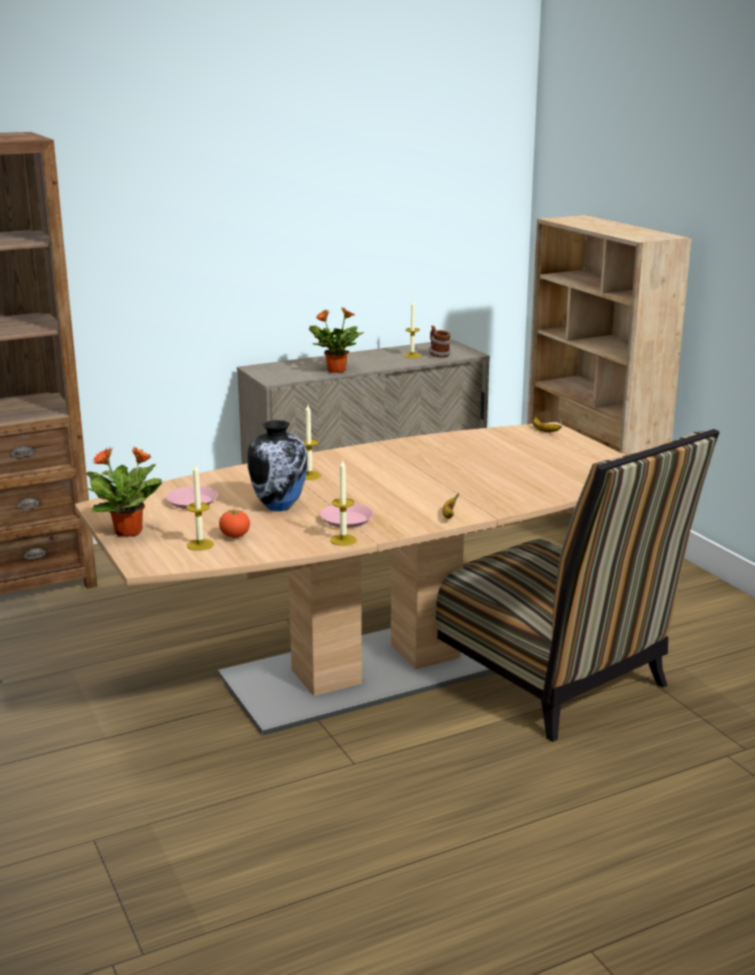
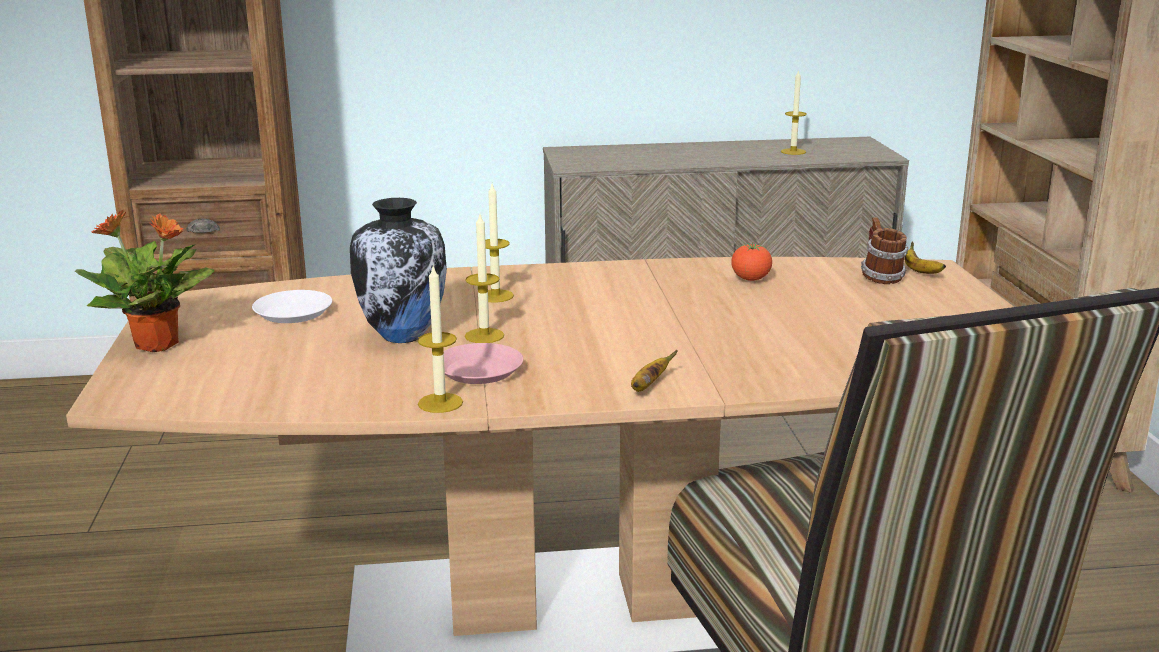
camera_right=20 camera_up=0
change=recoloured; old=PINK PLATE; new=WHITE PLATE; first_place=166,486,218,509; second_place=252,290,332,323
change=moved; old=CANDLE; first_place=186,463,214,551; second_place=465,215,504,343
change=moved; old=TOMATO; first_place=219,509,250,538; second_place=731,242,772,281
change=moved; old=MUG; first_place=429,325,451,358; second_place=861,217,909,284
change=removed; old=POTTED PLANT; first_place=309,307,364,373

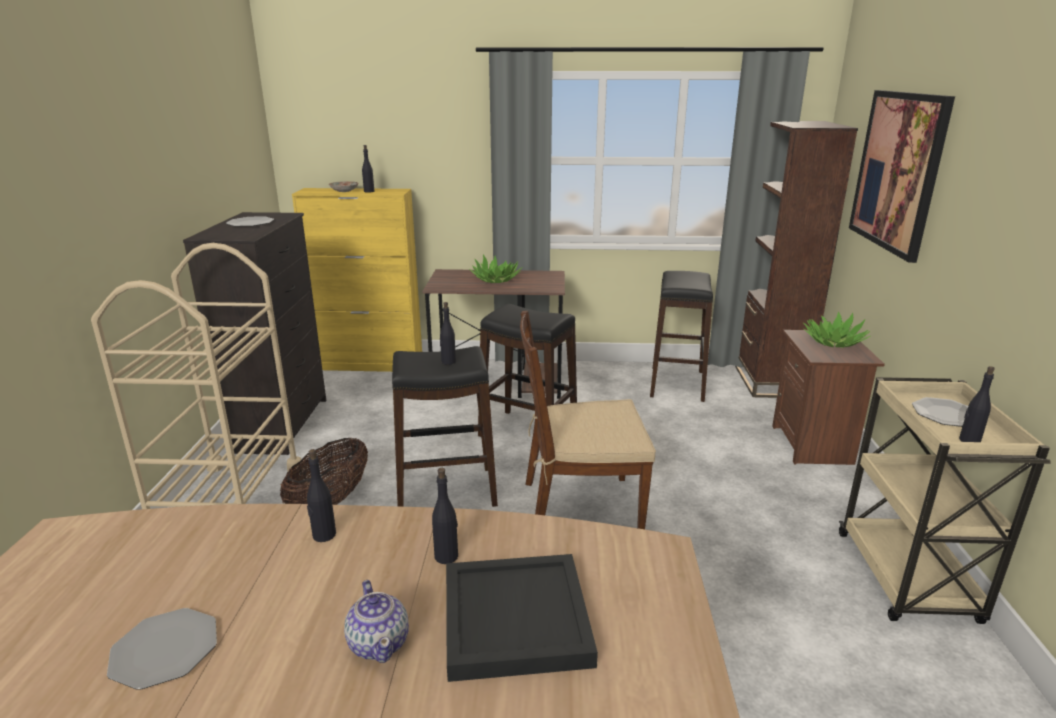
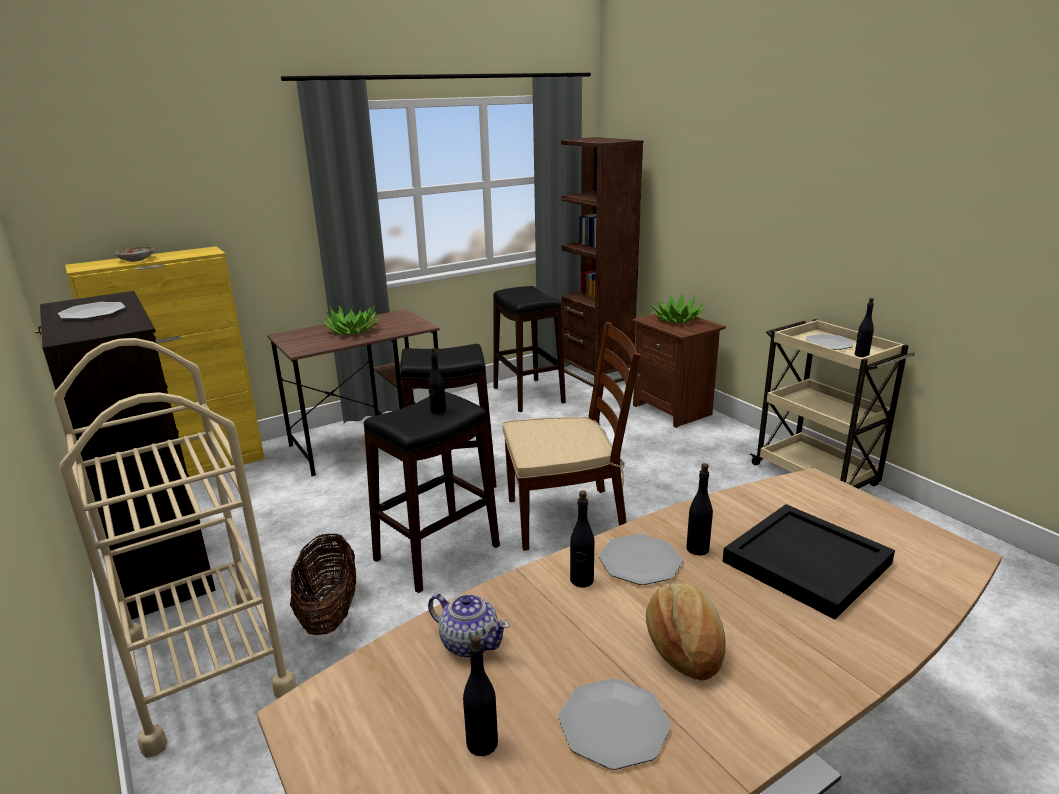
camera_right=-35 camera_up=0
change=moved; old=TEAPOT; first_place=344,580,409,663; second_place=428,594,510,657
change=moved; old=BLACK BOTTLE; first_place=362,145,374,193; second_place=463,634,498,756
change=turned; old=BROWN CHAIR; first_place=520,311,656,529; second_place=502,322,640,551; degrees=-150
change=added; new=PLATE; second_place=599,534,683,585
change=added; new=BREAD; second_place=646,583,726,681
change=removed; old=PICTURE; first_place=849,90,955,263

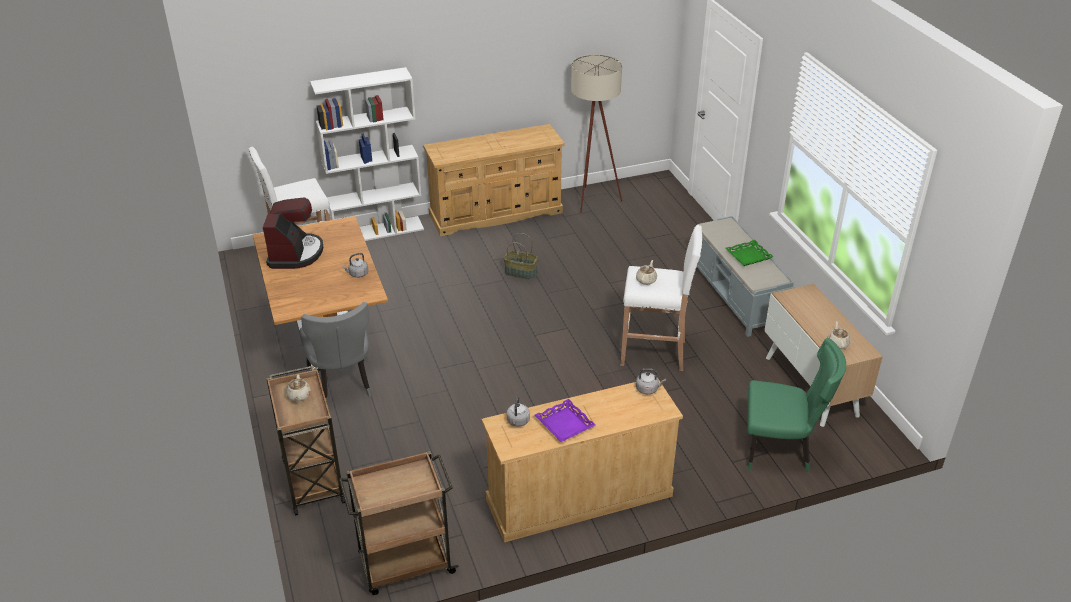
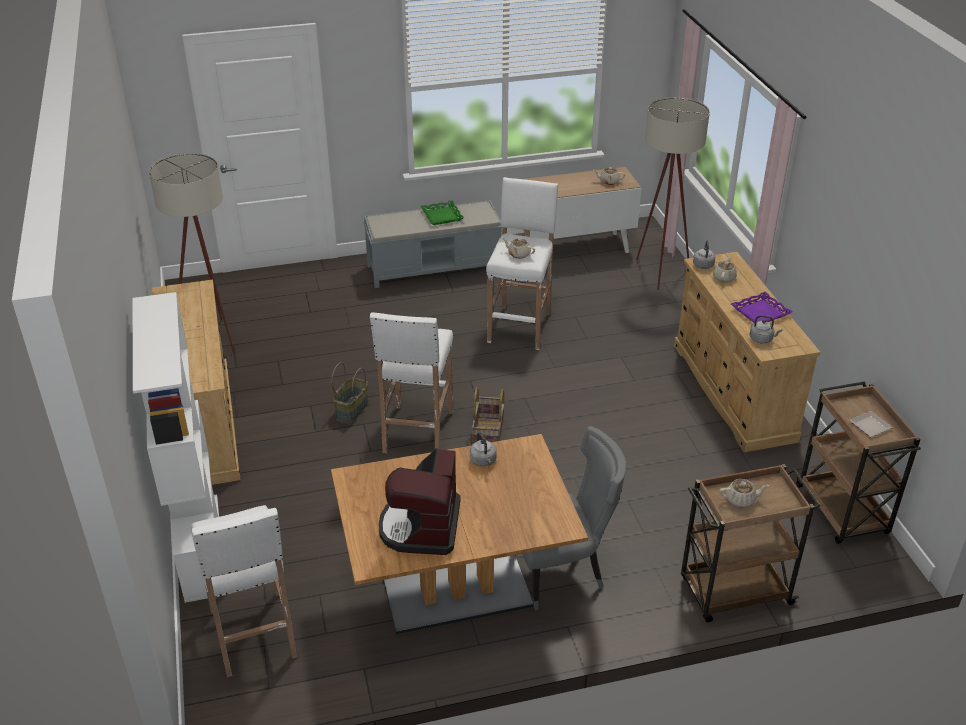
camera_right=-85 camera_up=0
change=added; new=WHITE STOOL; second_place=370,312,453,453
change=turned; old=COFFEE MACHINE; first_place=263,197,323,269; second_place=379,448,461,555; degrees=-90
change=added; new=BASKET; second_place=472,387,505,444
change=replaced; old=GREEN CHAIR; new=BEIGE FLOOR LAMP; first_place=747,338,846,471; second_place=636,97,710,290
change=added; new=BEIGE TEAPOT; second_place=713,256,737,283
change=added; new=PLATE; second_place=849,411,893,437

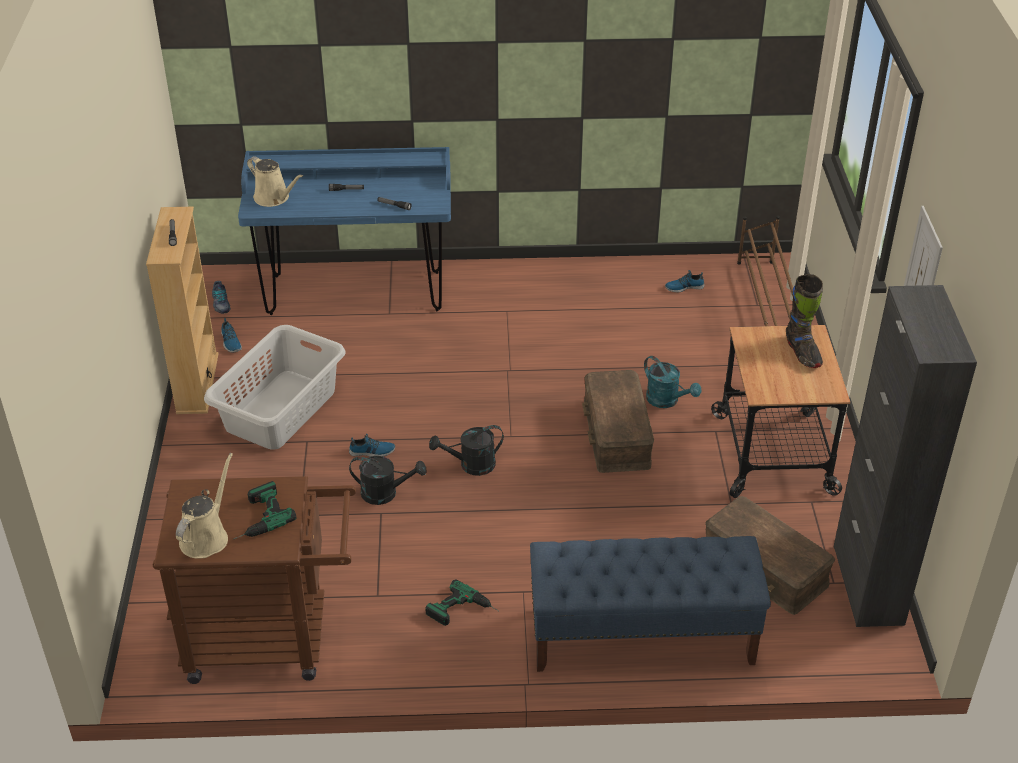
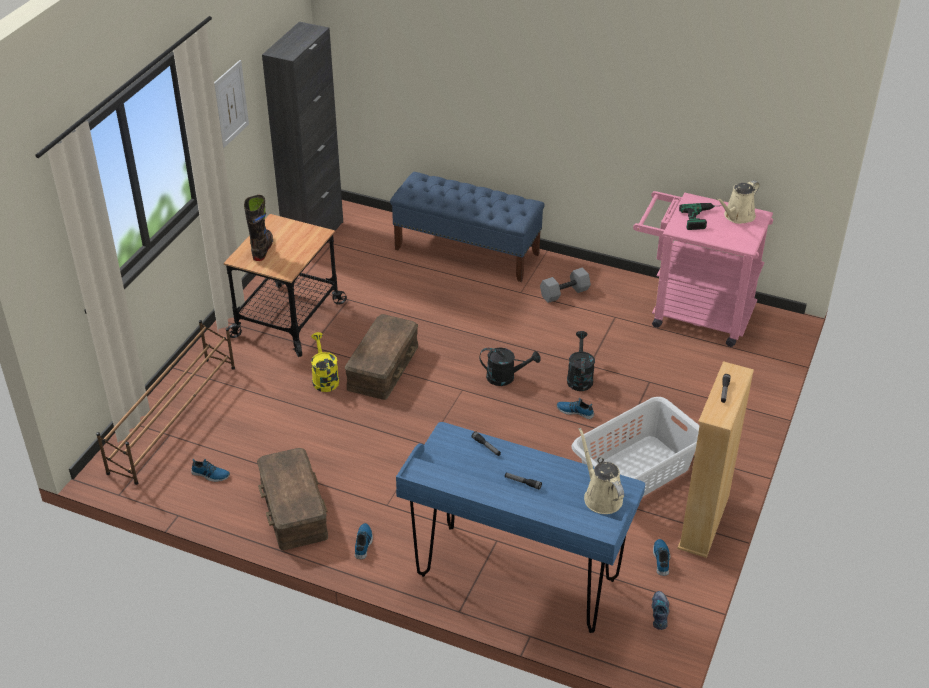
camera_right=-155 camera_up=0
change=moved; old=BROWN STORAGE BOX; first_place=705,496,835,615; second_place=257,448,328,550
change=recoloured; old=TURQUOISE WATERING CAN; new=YELLOW WATERING CAN; first_place=644,356,701,408; second_place=311,332,339,392
change=added; new=SHOE; second_place=355,523,373,559
change=replaced; old=POWER DRILL; new=GREY DUMBBELL; first_place=425,579,499,626; second_place=540,267,591,303
change=turned; old=BLACK WATERING CAN; first_place=349,456,426,505; second_place=567,331,595,391; degrees=60
change=recoloured; old=BROWN CART; new=PINK CART; first_place=153,476,356,684; second_place=633,191,773,347

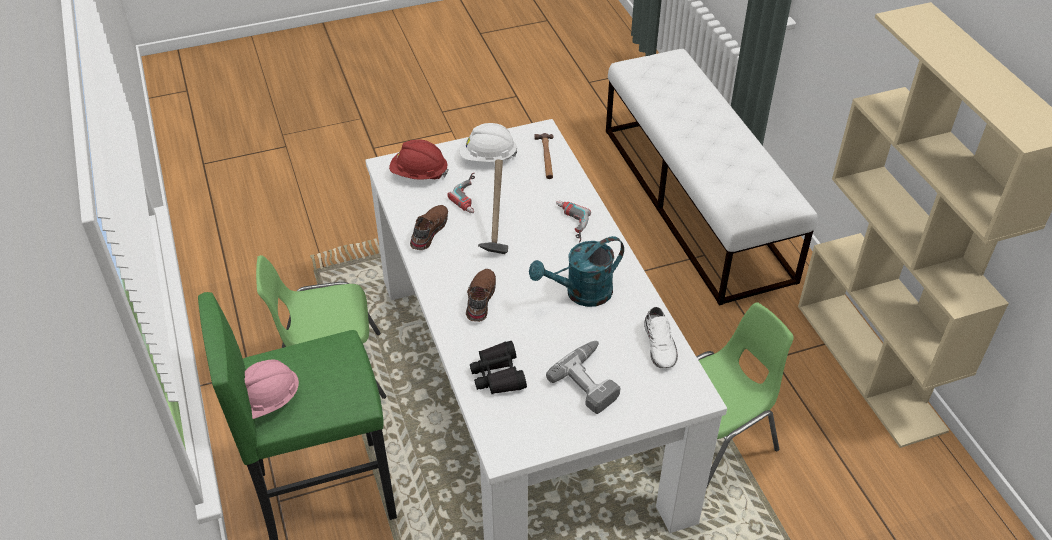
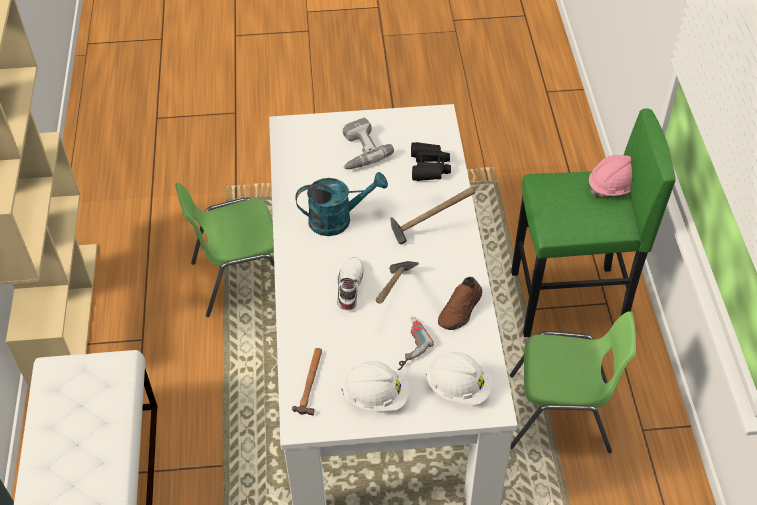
camera_right=-165 camera_up=5
change=moved; old=WHITE SHOE; first_place=644,307,678,368; second_place=337,257,363,311
change=replaced; old=BROWN SHOE; new=HAMMER; first_place=466,269,496,322; second_place=390,186,476,245
change=recoloured; old=RED HARD HAT; new=WHITE HARD HAT; first_place=389,139,449,180; second_place=426,352,492,405
change=removed; old=POWER DRILL; first_place=556,201,591,243

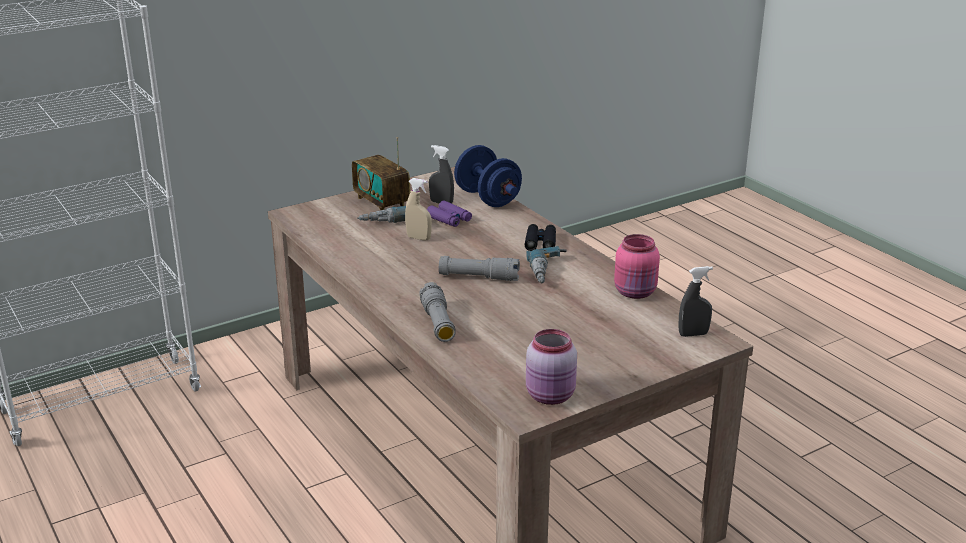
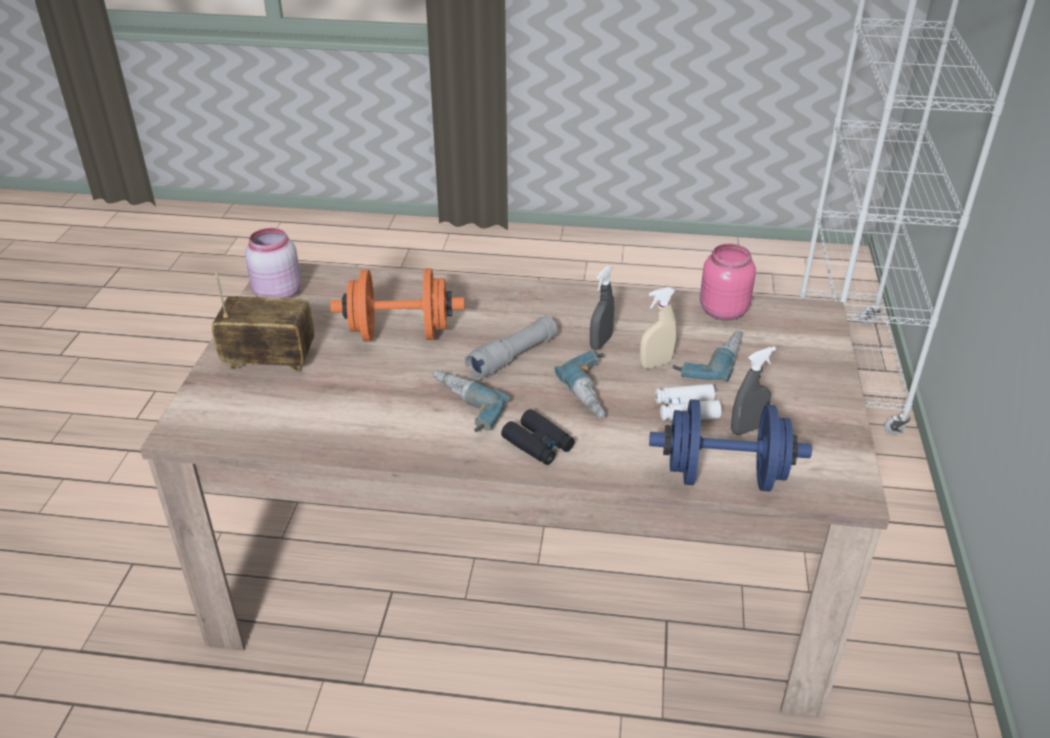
camera_right=130 camera_up=10
change=moved; old=RADIO; first_place=352,137,410,210; second_place=212,272,314,372
change=added; new=ORANGE DUMBBELL; second_place=330,268,464,342
change=added; new=POWER DRILL; second_place=555,351,606,418
change=moved; old=GREY SPRAY BOTTLE; first_place=678,266,713,337; second_place=590,266,614,350
change=recoloured; old=PURPLE BINOCULARS; new=WHITE BINOCULARS; first_place=427,201,472,227; second_place=655,384,721,421
change=moved; old=PINK JAR; first_place=614,234,660,299; second_place=700,244,756,320
change=removed; old=GREY FLASHLIGHT; first_place=419,282,456,342

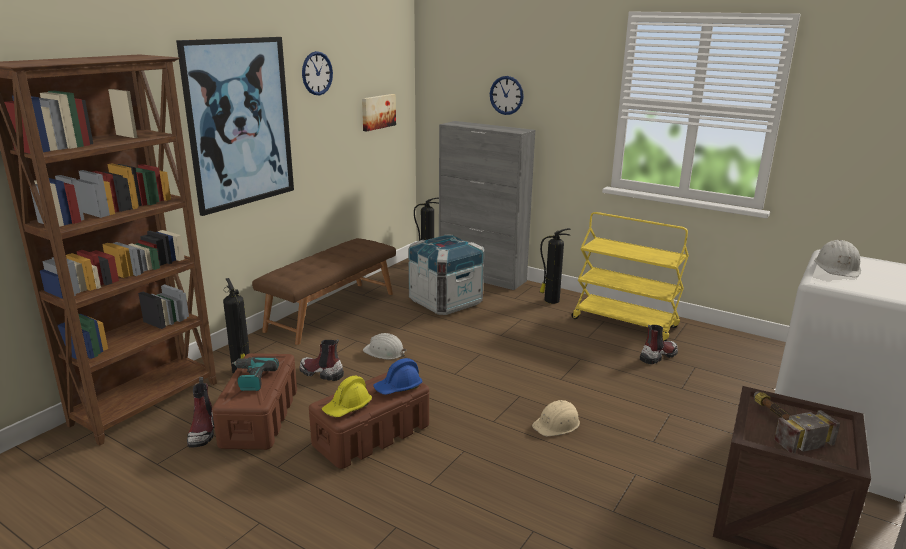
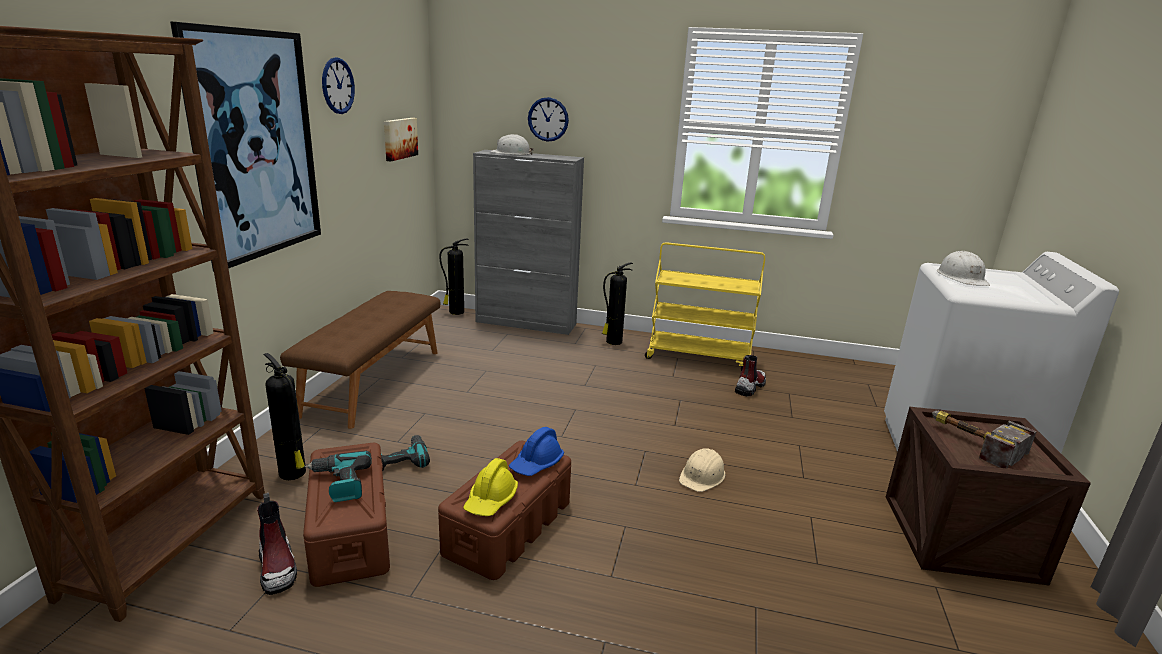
camera_right=-20 camera_up=0
change=replaced; old=BOOT; new=POWER DRILL; first_place=299,339,344,381; second_place=381,435,430,472
change=moved; old=WHITE HARD HAT; first_place=363,333,407,360; second_place=491,134,534,155
change=removed; old=CRATE; first_place=408,234,484,315

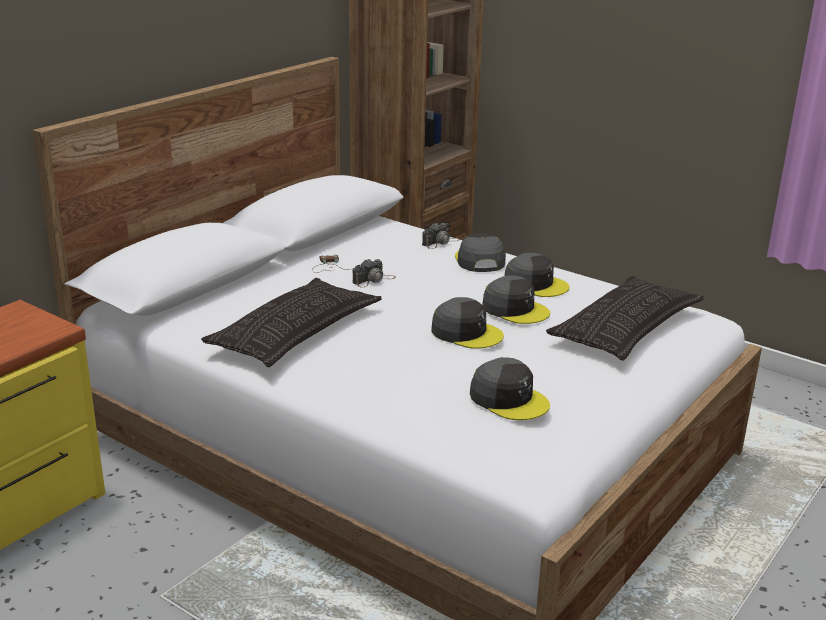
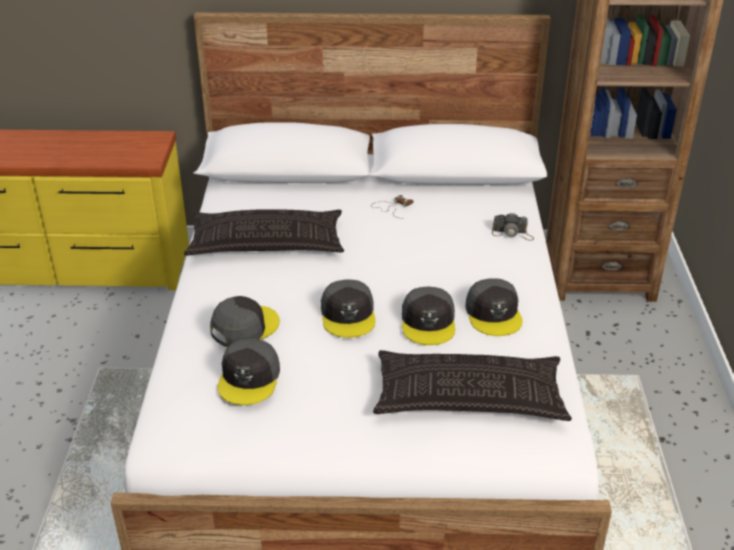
camera_right=55 camera_up=10
change=moved; old=GREY CAP; first_place=455,233,506,272; second_place=210,296,280,347
change=removed; old=PHOTO CAMERA; first_place=352,259,396,287

